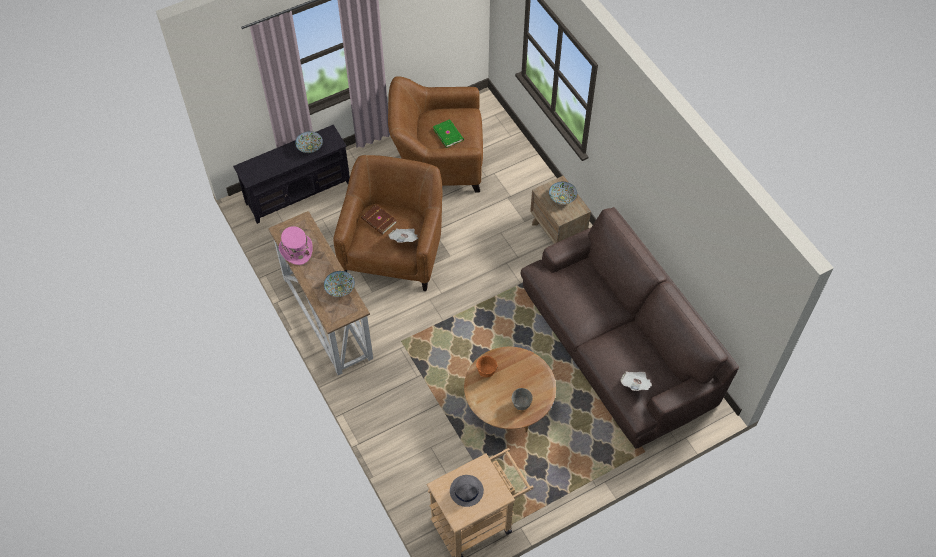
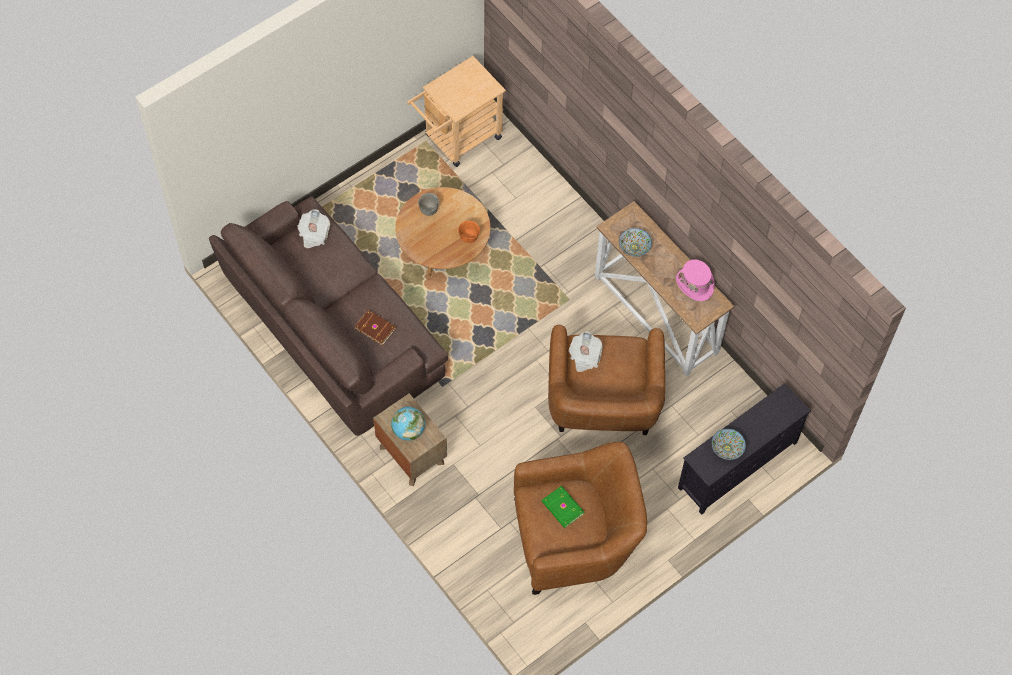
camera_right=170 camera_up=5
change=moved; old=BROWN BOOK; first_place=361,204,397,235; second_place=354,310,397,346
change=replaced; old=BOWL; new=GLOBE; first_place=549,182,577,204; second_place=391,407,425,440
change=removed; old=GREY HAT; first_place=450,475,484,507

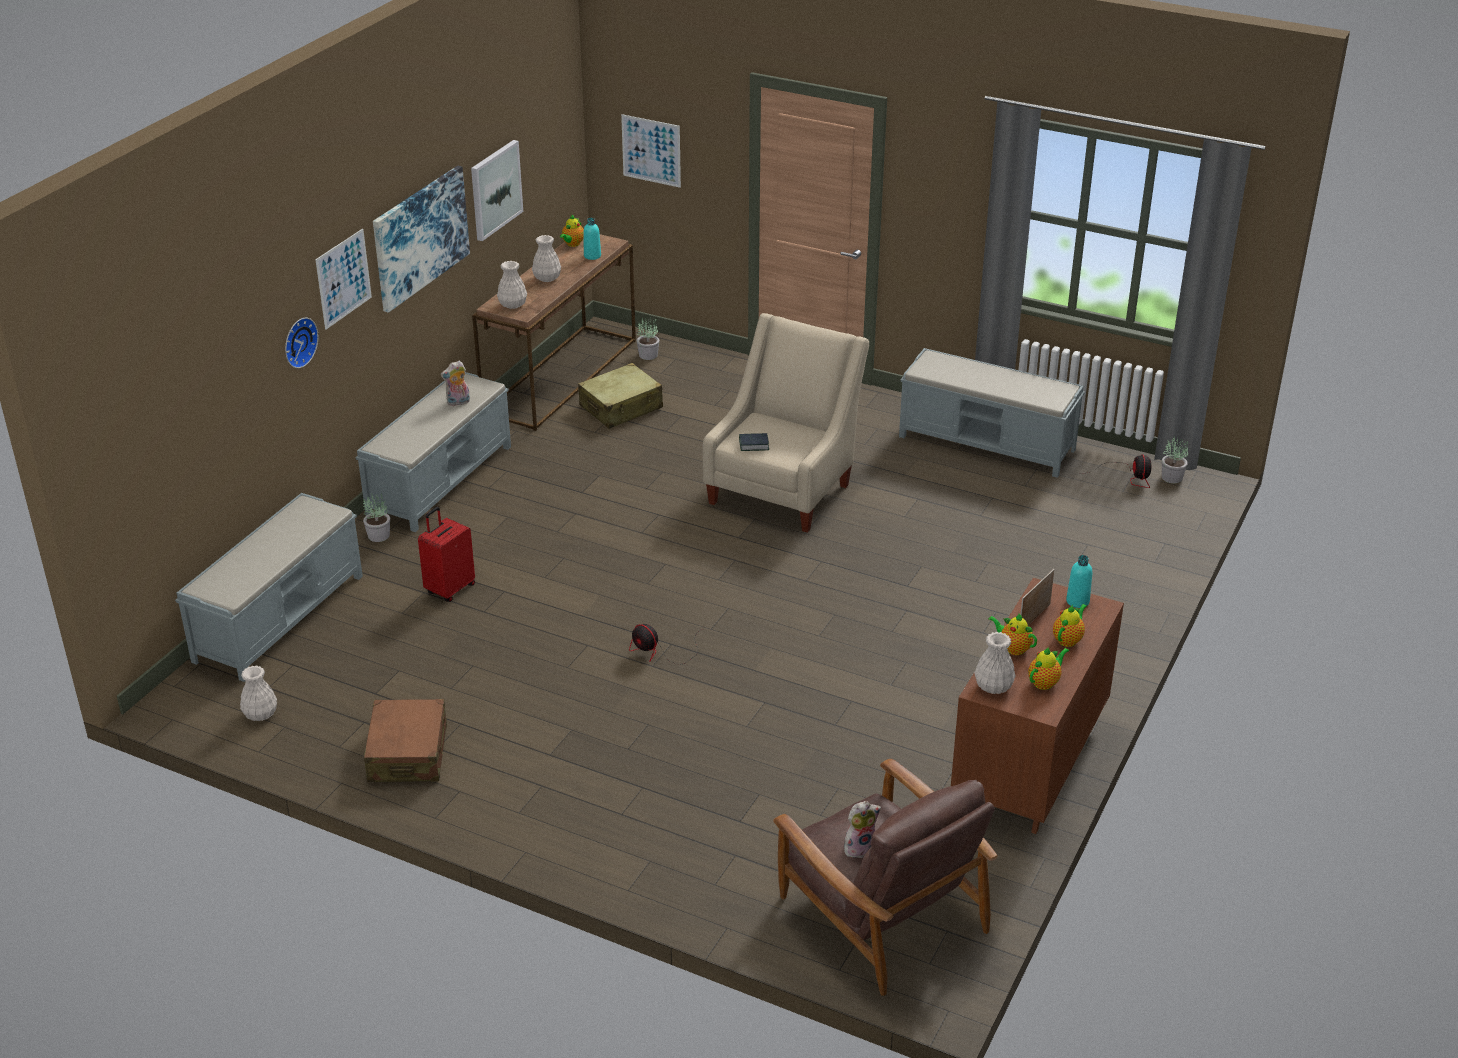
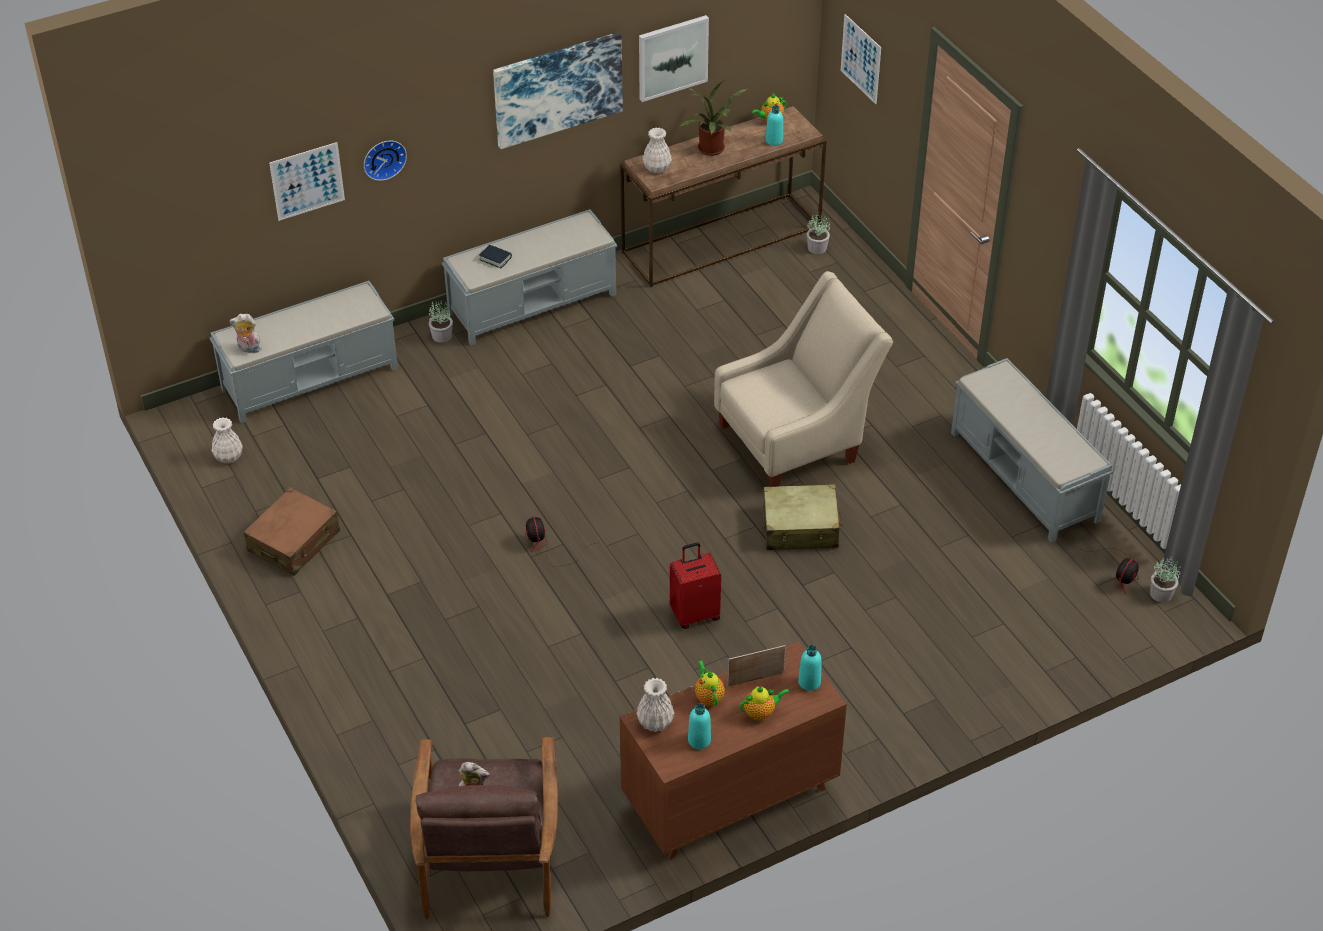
camera_right=35 camera_up=10
change=moved; old=PLUSH TOY; first_place=440,360,470,406; second_place=230,314,262,353
change=moved; old=PICTURE; first_place=315,229,372,329; second_place=269,142,345,221
change=moved; old=BOOK; first_place=739,433,769,451; second_place=479,245,512,269
change=moved; old=RED SUITCASE; first_place=418,507,475,602; second_place=670,542,721,629
change=replaced; old=WHITE VASE; new=POTTED PLANT; first_place=532,235,561,282; second_place=679,79,747,156
change=replaced; old=TEAPOT; new=TURQUOISE BOTTLE; first_place=1028,647,1069,690; second_place=688,703,711,749
change=moved; old=BEIGE SUITCASE; first_place=578,363,663,429; second_place=763,484,844,550

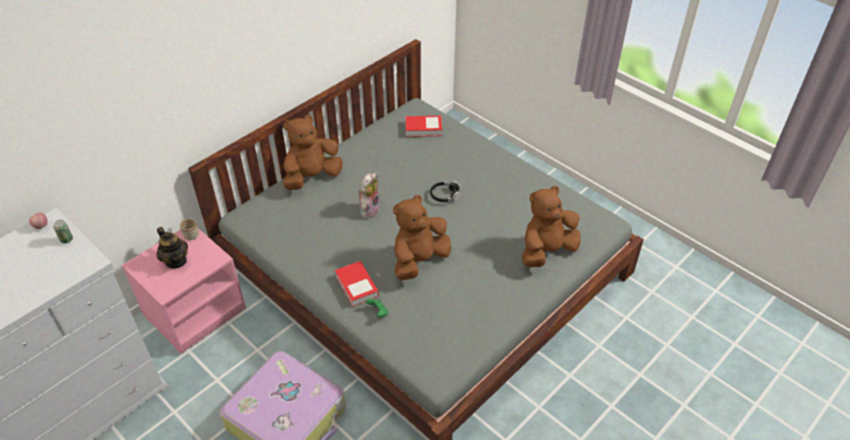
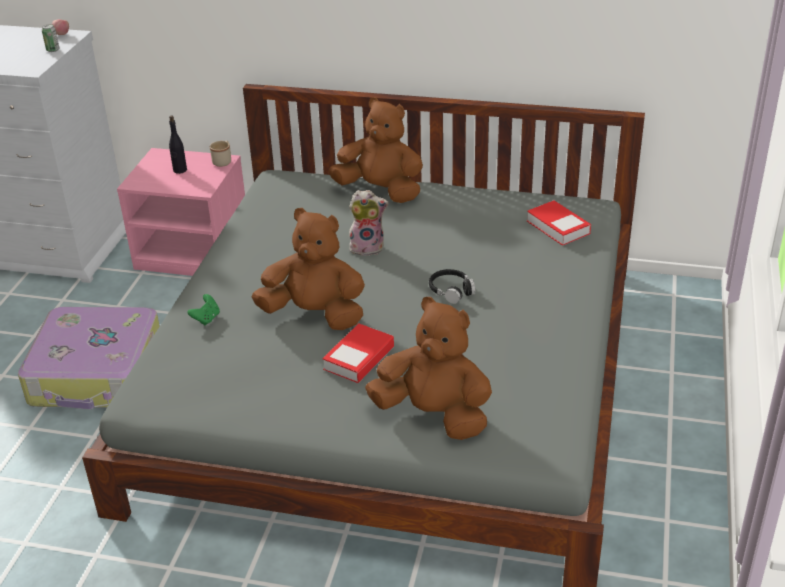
camera_right=60 camera_up=-10
change=replaced; old=TEAPOT; new=BLACK BOTTLE; first_place=156,227,188,268; second_place=169,116,187,174
change=moved; old=BOOK; first_place=335,261,379,307; second_place=322,324,394,383

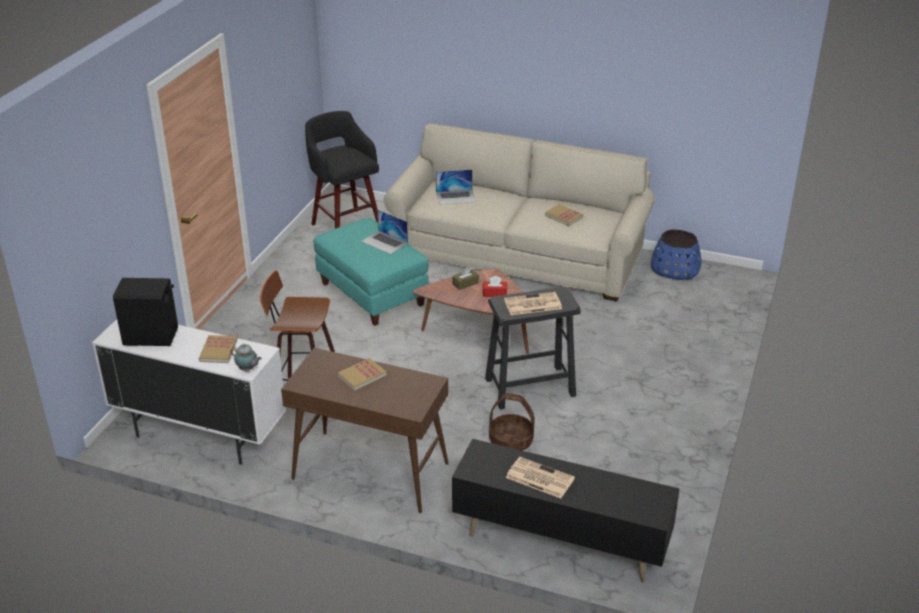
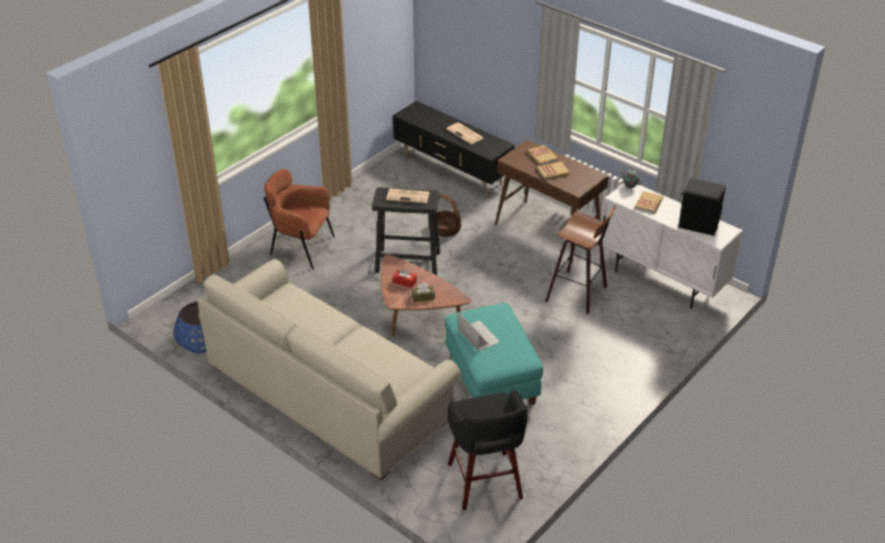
camera_right=-160 camera_up=5
change=added; new=BROWN ARMCHAIR; second_place=263,169,335,270
change=moved; old=BOOK; first_place=545,204,583,226; second_place=527,145,558,166
change=removed; old=LAPTOP; first_place=436,169,476,205

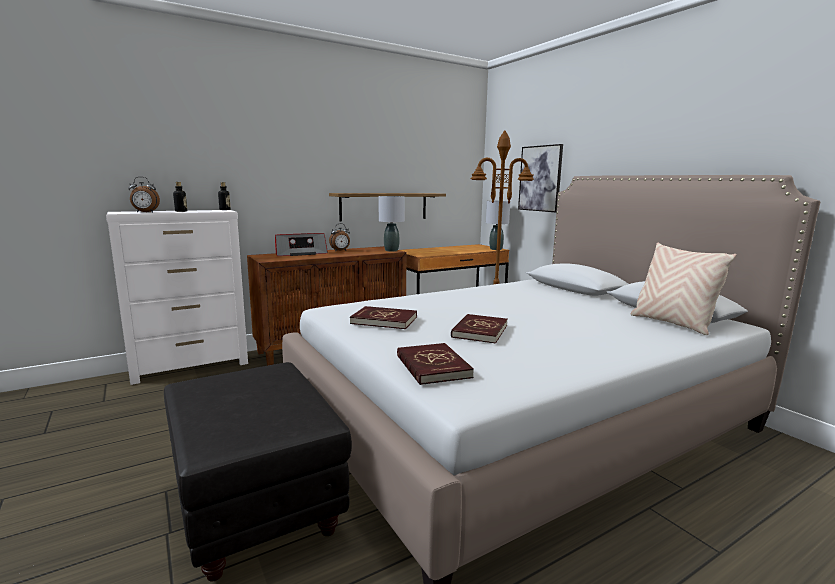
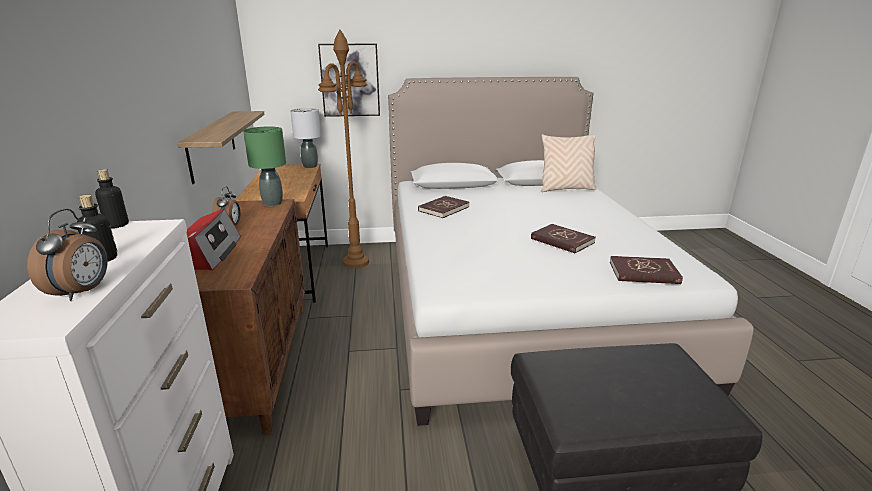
camera_right=-65 camera_up=10
change=recoloured; old=GREY TABLE LAMP; new=GREEN TABLE LAMP; first_place=379,196,405,252; second_place=243,127,286,206
change=moved; old=RED BOOK; first_place=350,306,417,329; second_place=418,196,469,218

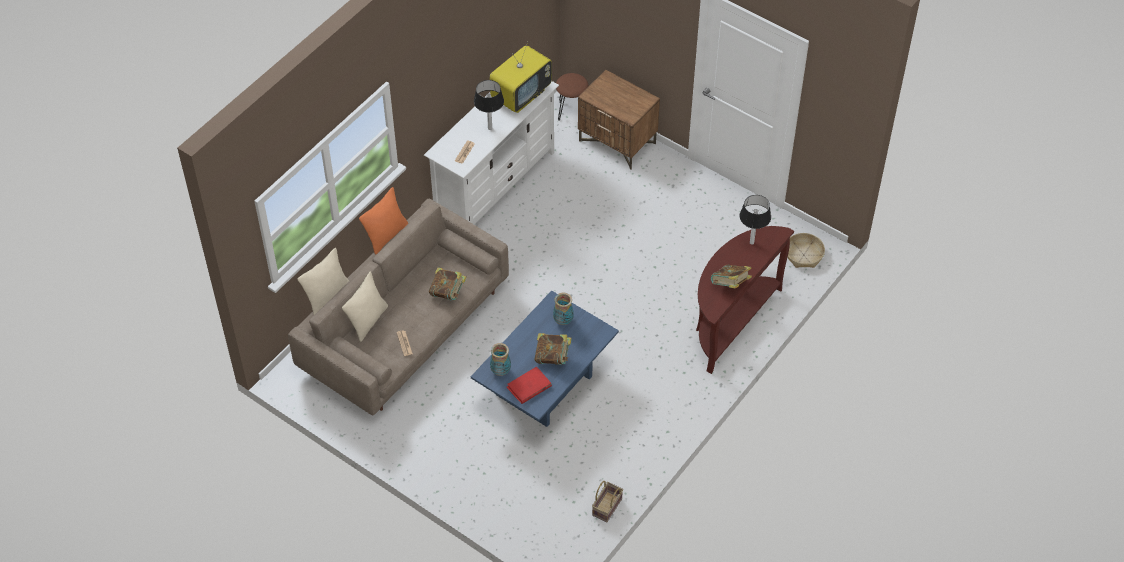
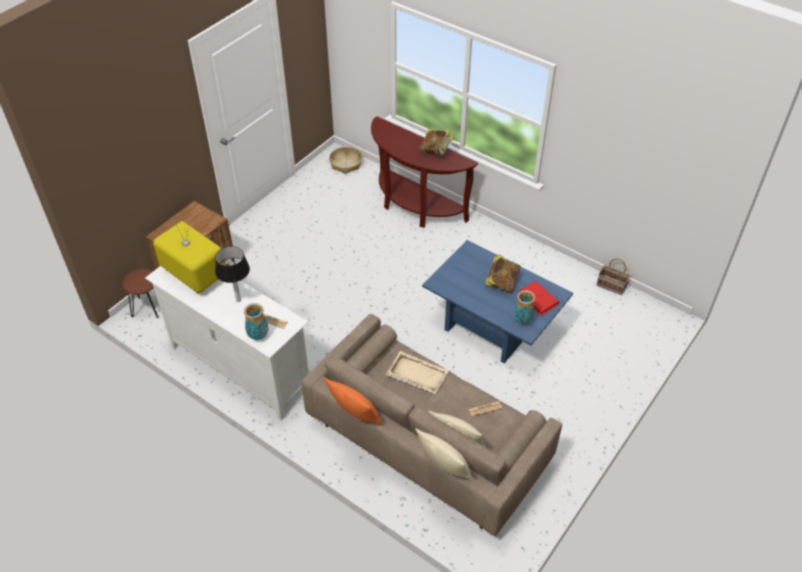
camera_right=-90 camera_up=-5
change=moved; old=VASE; first_place=553,293,574,325; second_place=244,303,268,340
change=replaced; old=BOOK; new=BEIGE TRAY; first_place=429,267,467,300; second_place=386,351,450,394
change=removed; old=TABLE LAMP; first_place=740,195,771,244

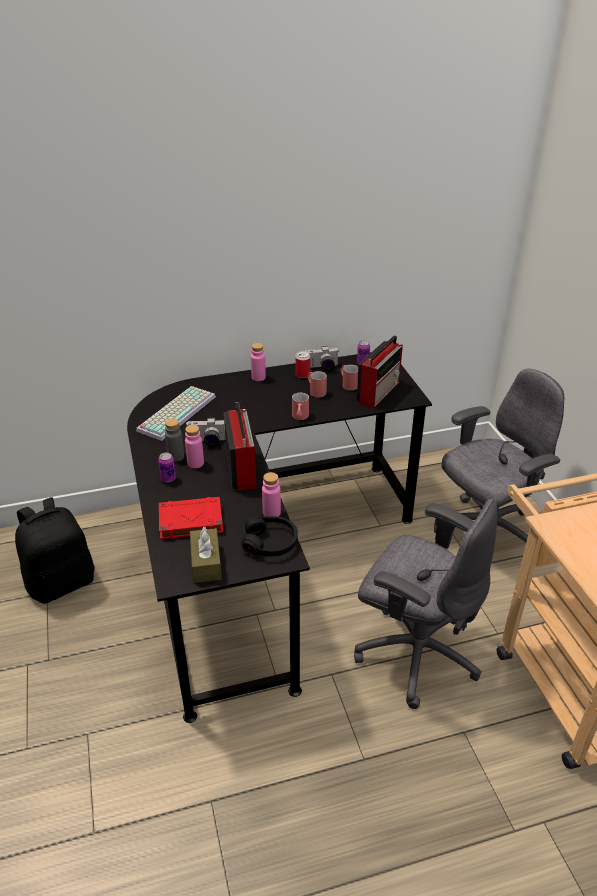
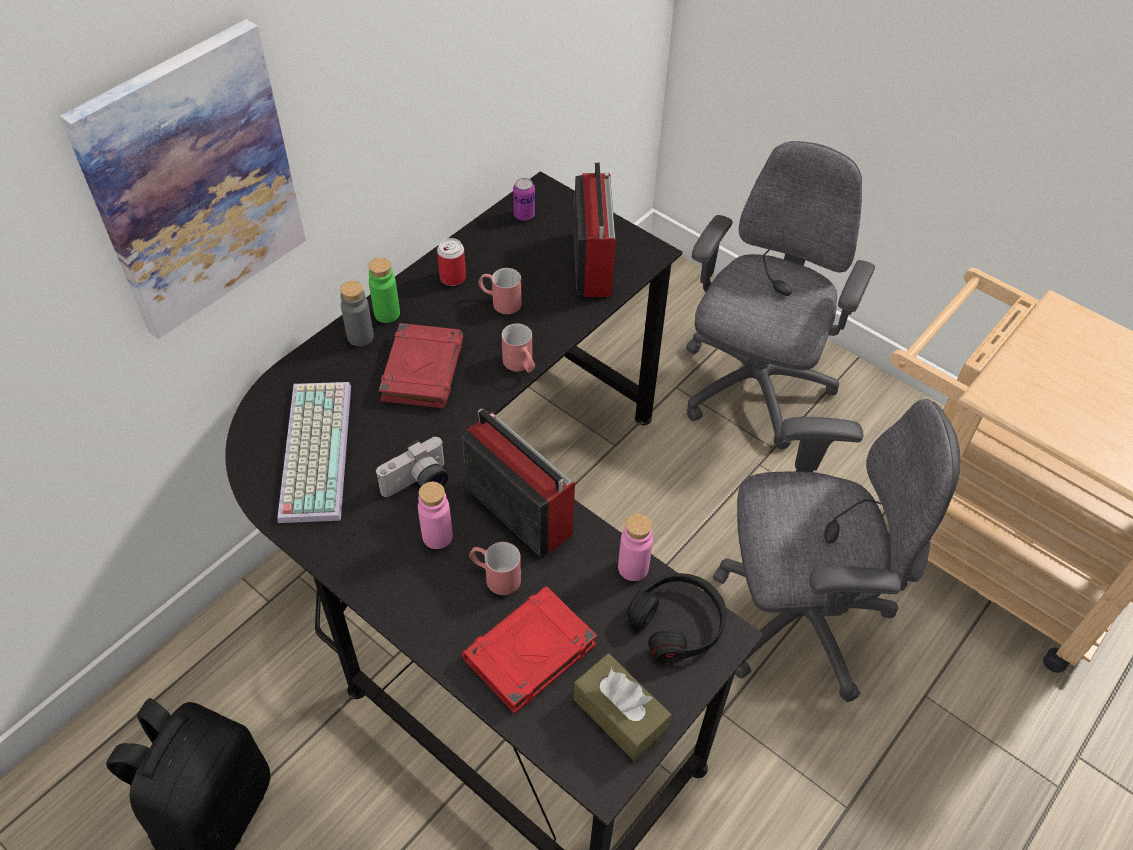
camera_right=-35 camera_up=15
change=added; new=PICTURE; second_place=60,19,306,339
change=moved; old=GREY BOTTLE; first_place=165,418,184,462; second_place=340,281,374,346
change=recoloured; old=PINK BOTTLE; new=GREEN BOTTLE; first_place=251,343,266,381; second_place=369,258,400,323
change=added; new=RED BOOK; second_place=379,323,464,408
change=moved; old=RED MUG; first_place=340,365,358,391; second_place=469,542,521,595
change=removed; old=CAN; first_place=158,452,176,482
change=removed; old=PHOTO CAMERA; first_place=305,346,338,371

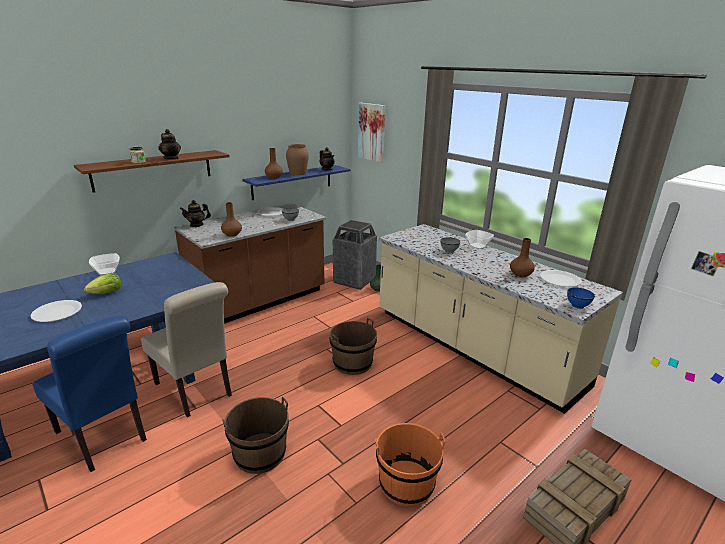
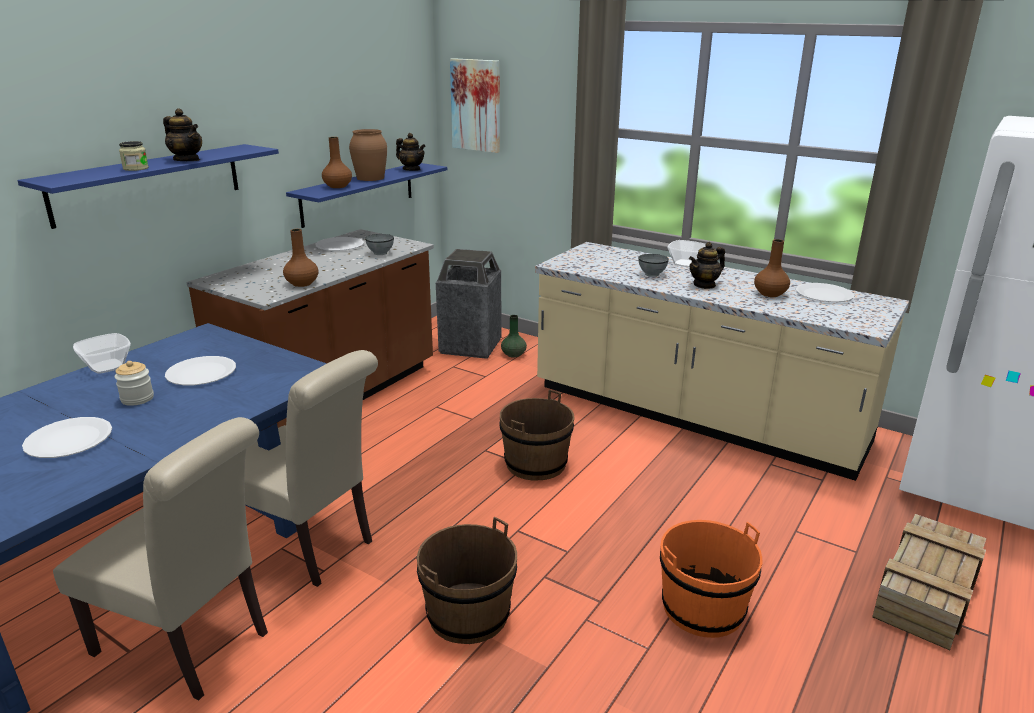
camera_right=-15 camera_up=0
change=recoloured; old=BROWN SHELF; new=BLUE SHELF; first_place=74,150,230,192; second_place=17,144,279,229
change=recoloured; old=BLUE CHAIR; new=BEIGE CHAIR; first_place=32,315,147,472; second_place=53,417,268,700
change=replaced; old=LETTUCE; new=JAR; first_place=84,273,121,294; second_place=115,361,154,406
change=added; new=WHITE PLATE; second_place=165,356,236,385
change=moved; old=TEAPOT; first_place=180,200,211,227; second_place=689,242,725,289
change=removed; old=BLUE BOWL; first_place=567,287,595,309

